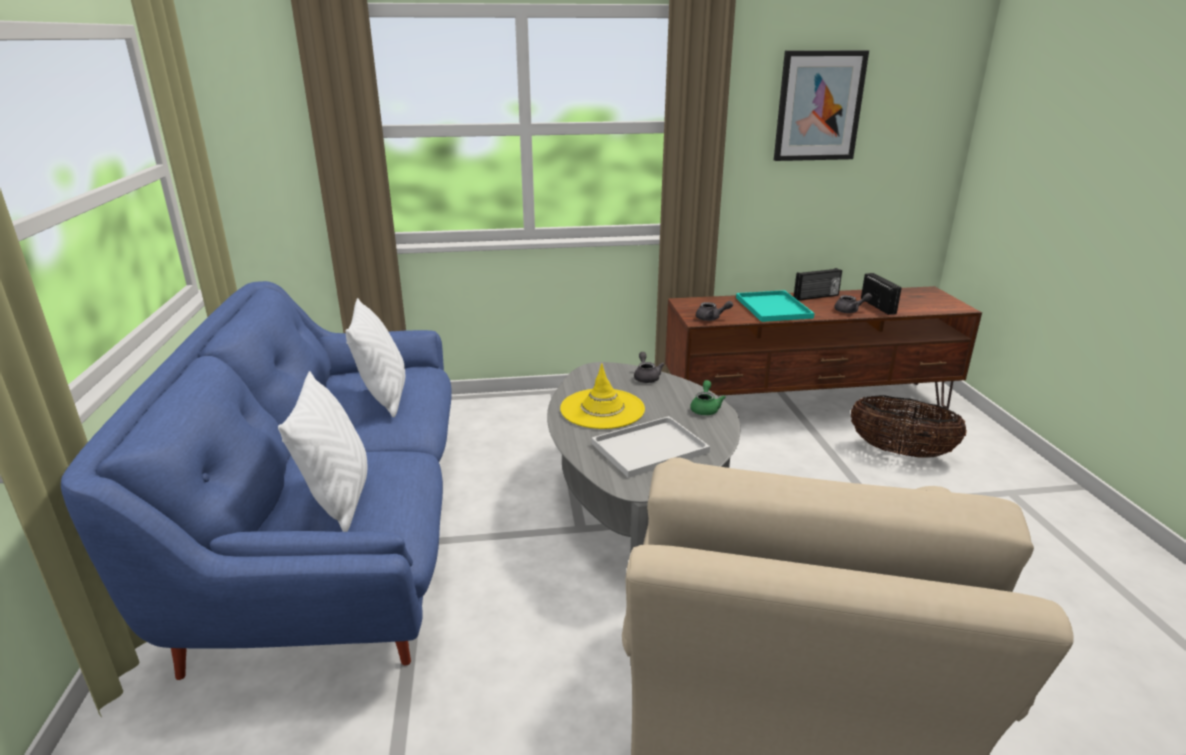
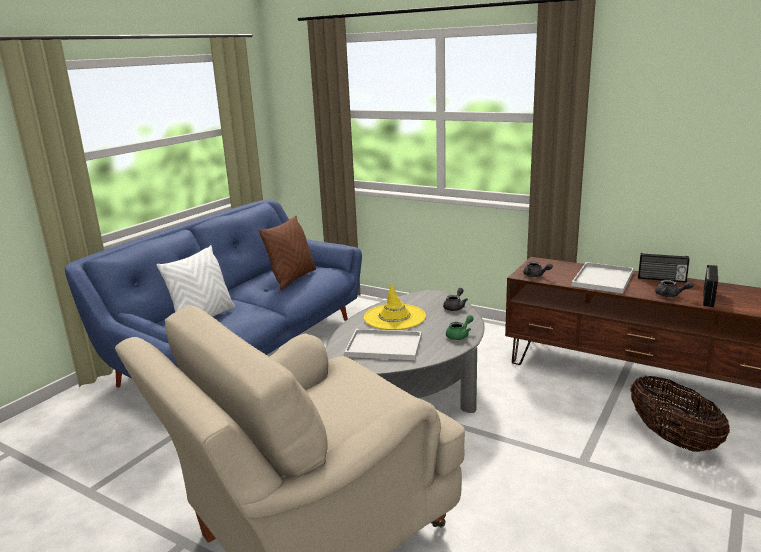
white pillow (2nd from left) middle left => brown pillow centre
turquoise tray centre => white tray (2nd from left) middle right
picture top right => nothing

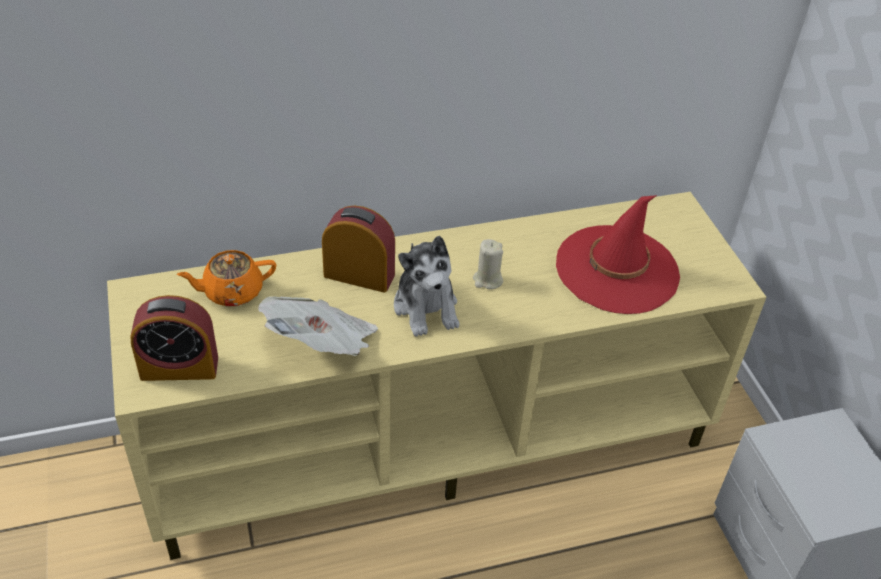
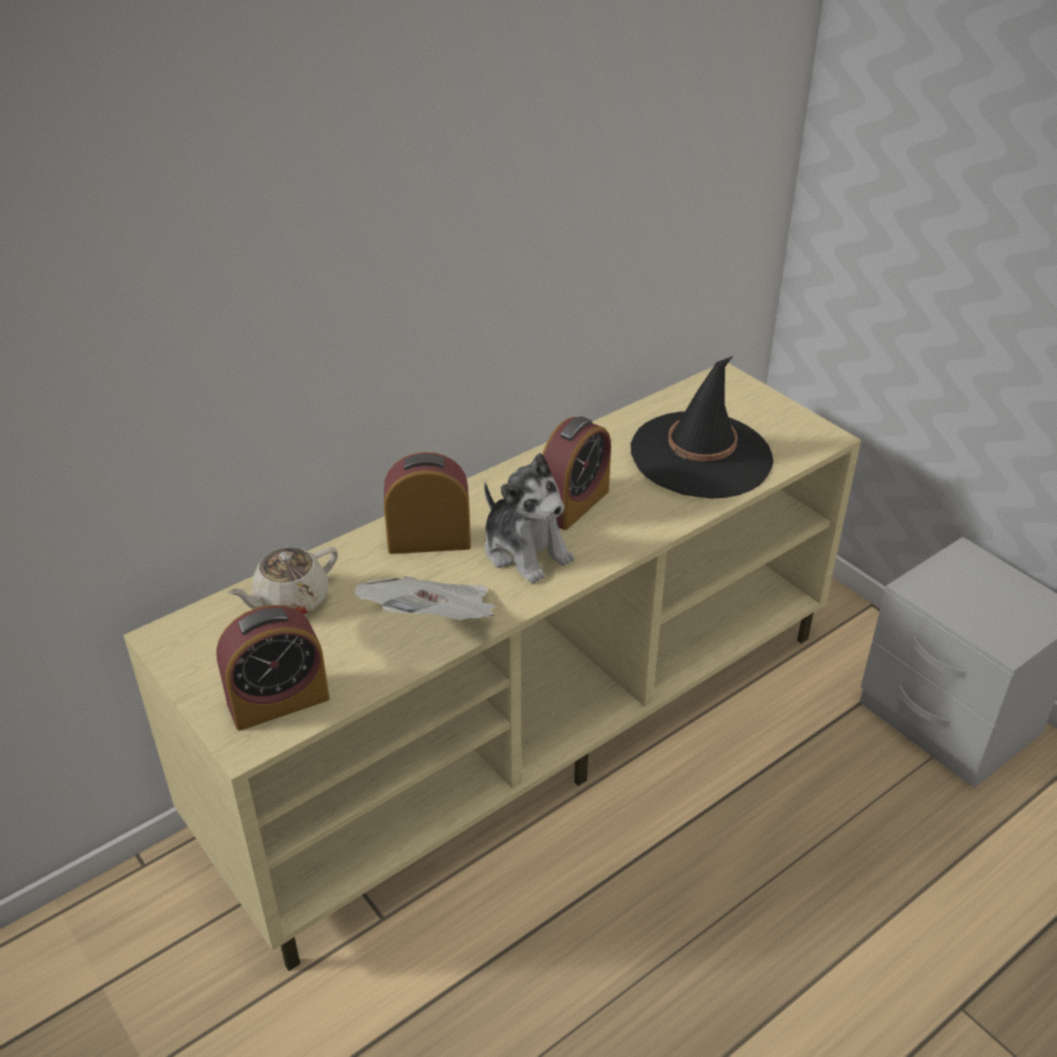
orange teapot middle left => beige teapot middle left
beige candle centre => alarm clock (3rd from left) centre
red hat middle right => black hat centre

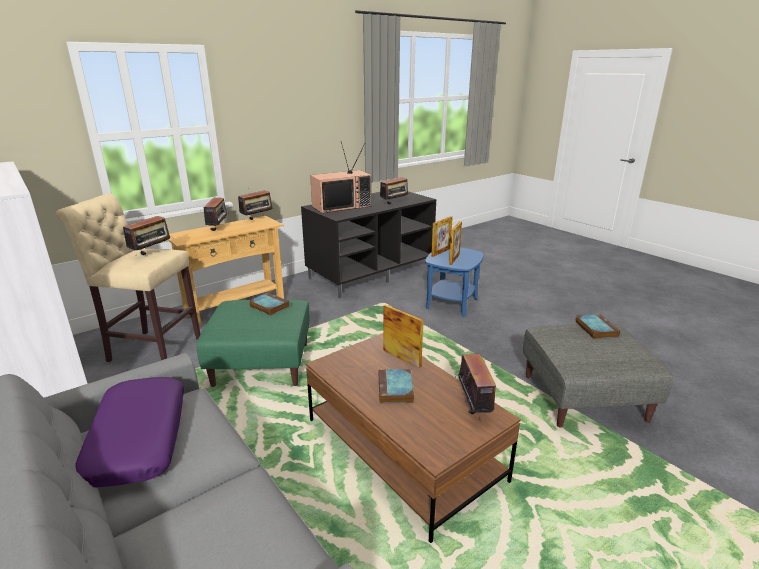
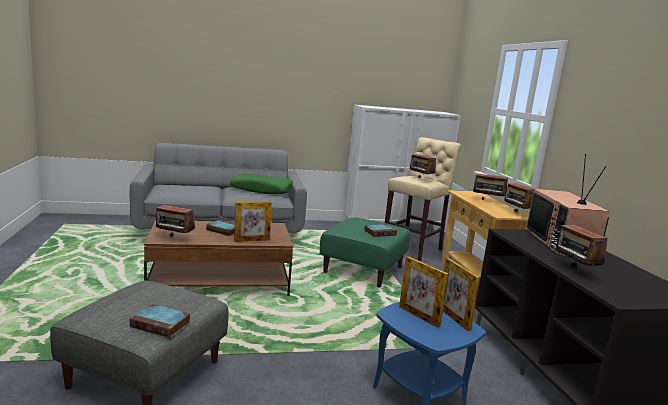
purple pillow bottom left => green pillow centre

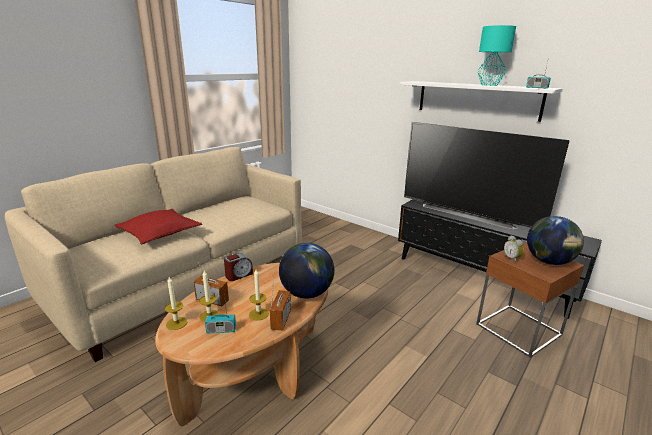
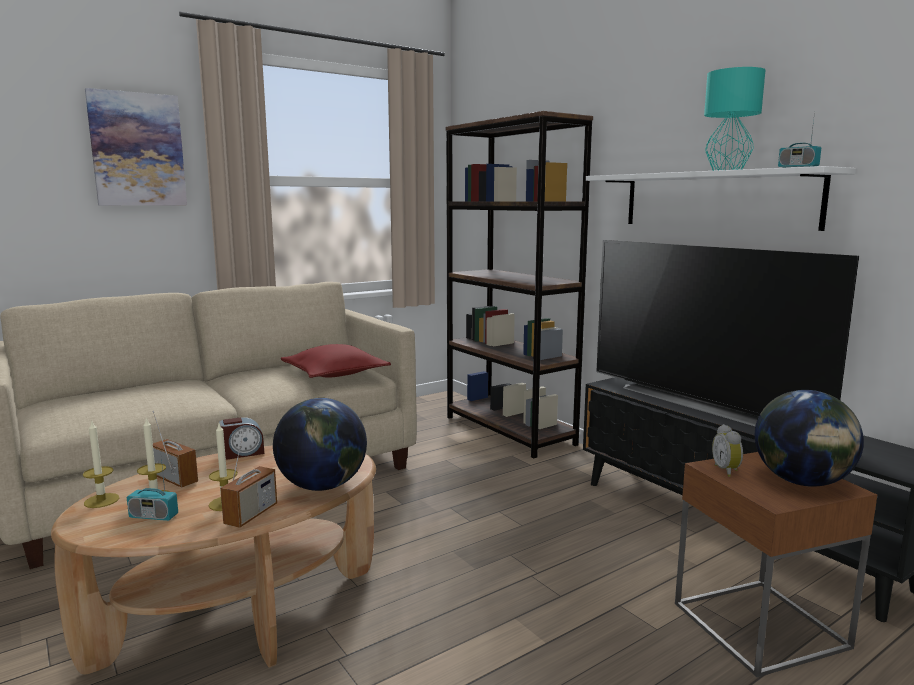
red pillow middle left => red pillow centre, move
nothing => picture top left
nothing => brown bookcase centre

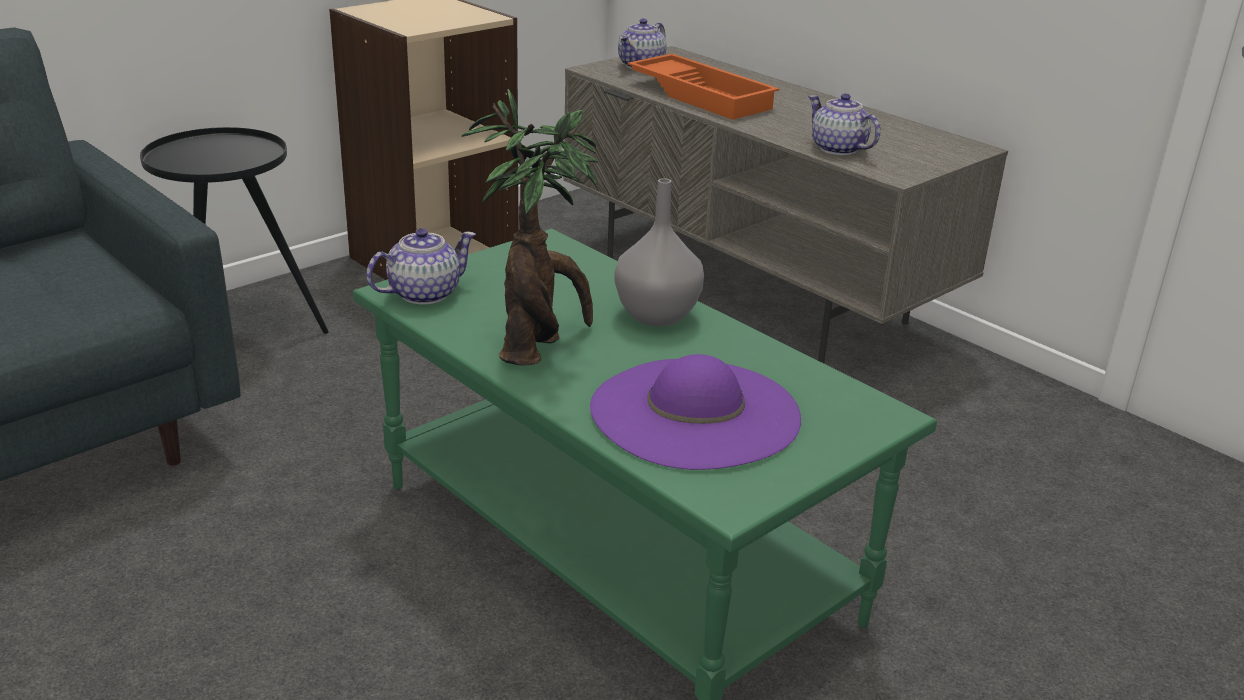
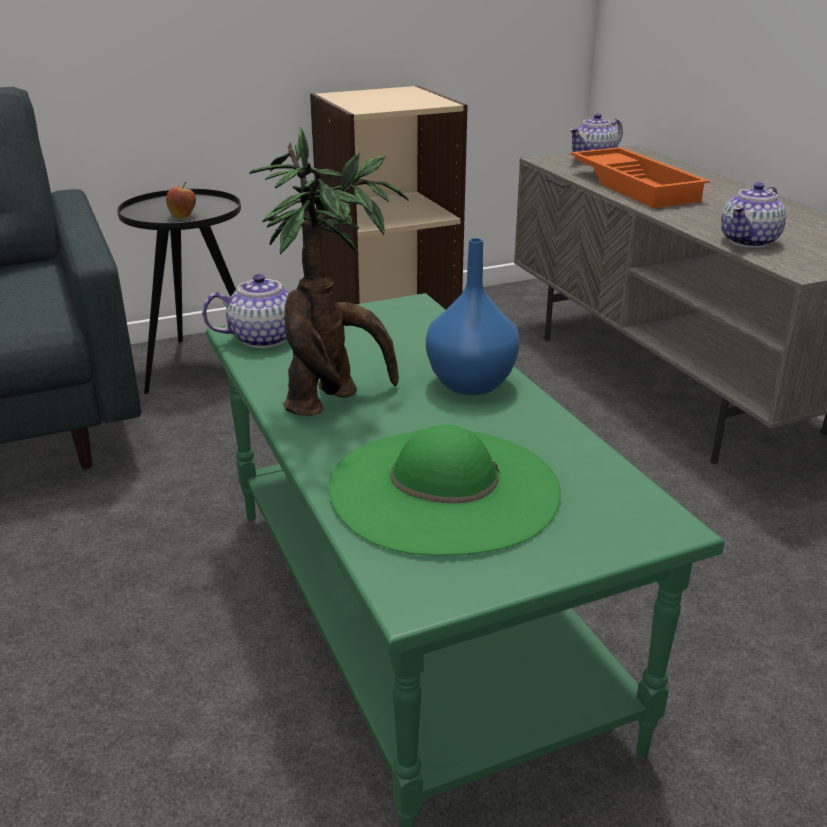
purple hat centre => green hat centre
grey vase centre => blue vase centre
teapot (3rd from left) top right, 120 degrees counterclockwise
nothing => apple top left

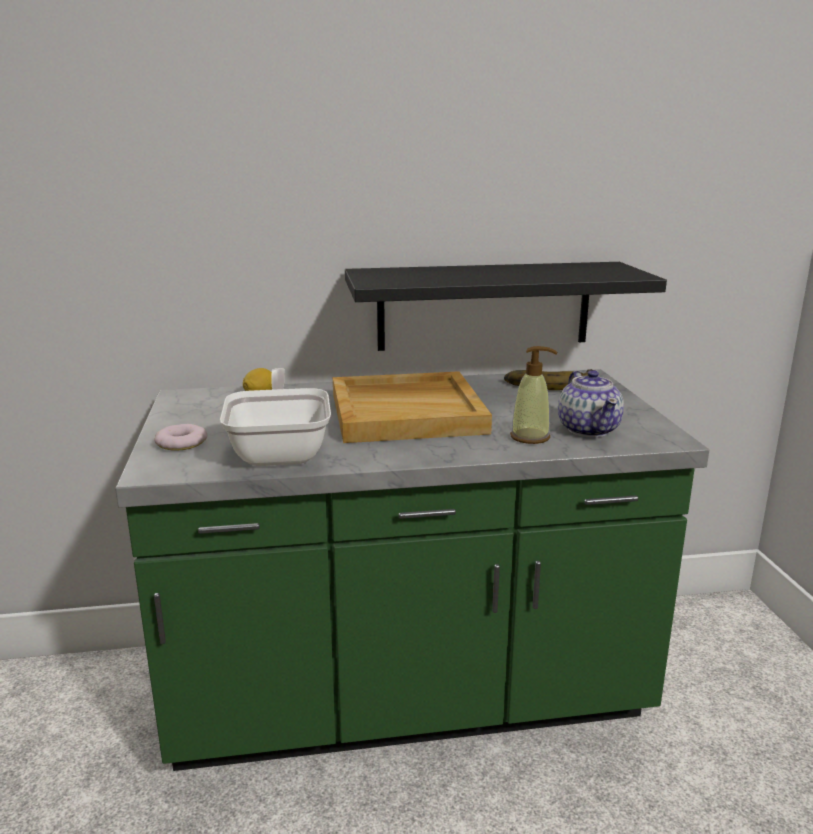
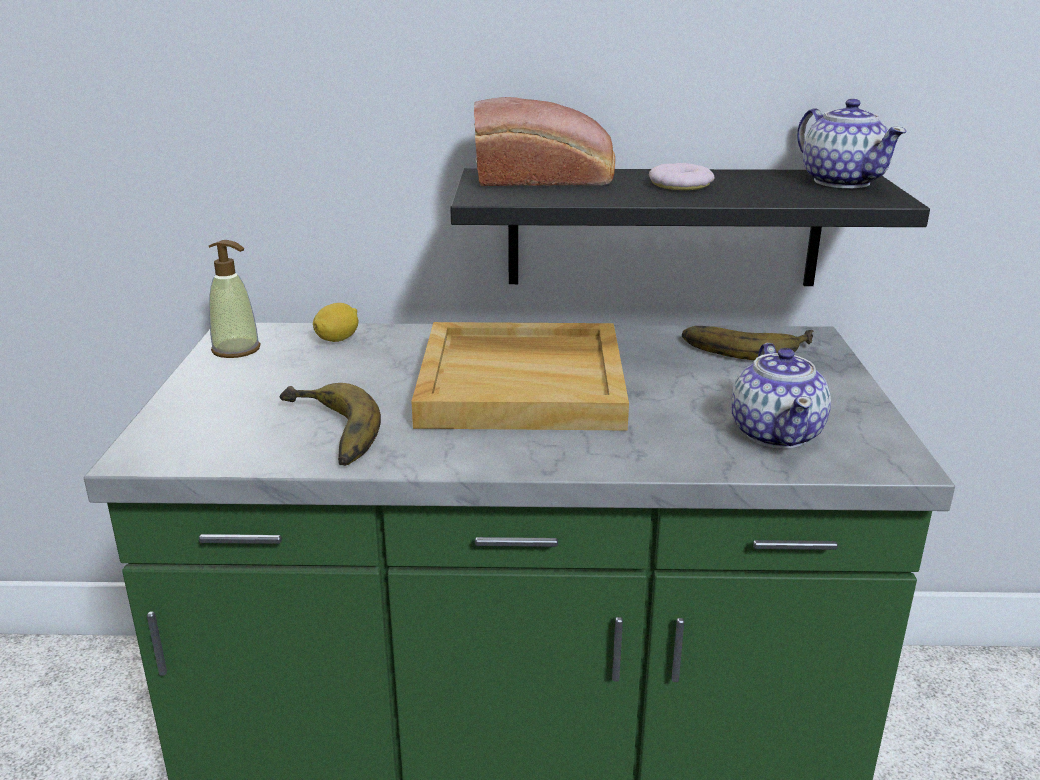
donut middle left => donut top centre, move
frying pan centre => banana (1st from left) middle left
soap dispenser centre => soap dispenser middle left, move
nothing => bread top centre
nothing => teapot (2nd from left) top right

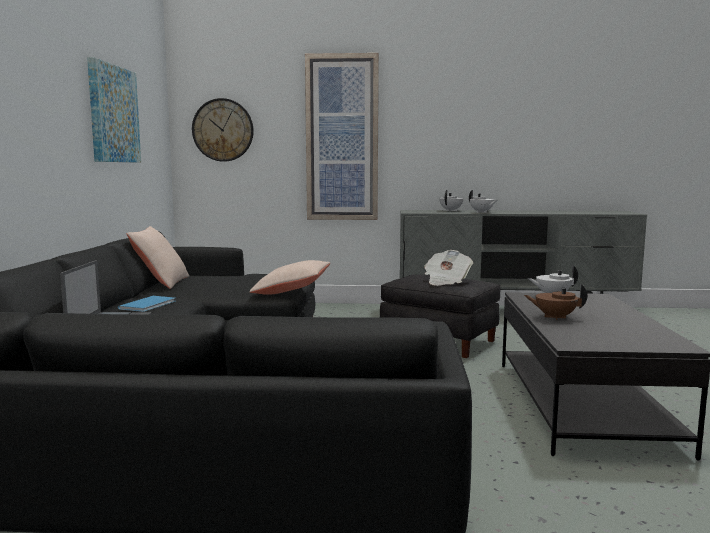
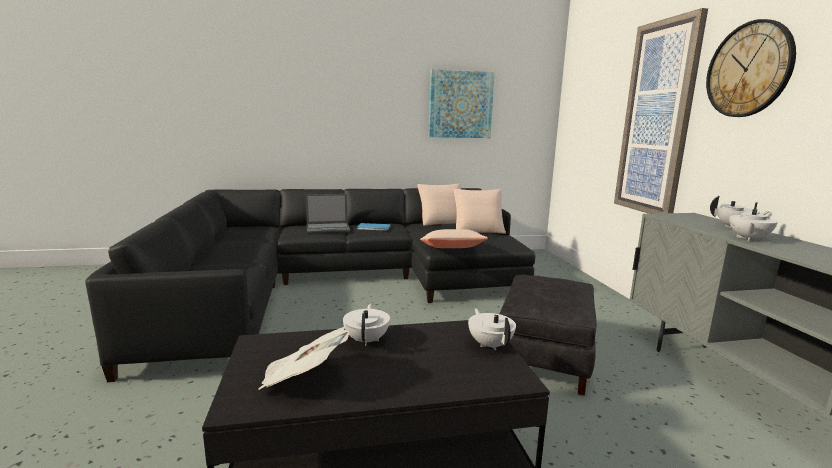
wall clock top left => wall clock top right, move
newspaper centre => newspaper bottom centre, move
brown teapot middle right => white teapot (1st from left) bottom centre
nothing => beige pillow (3rd from left) centre

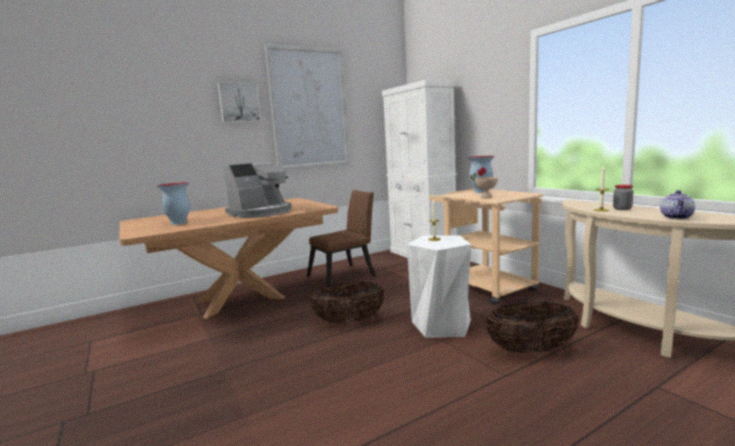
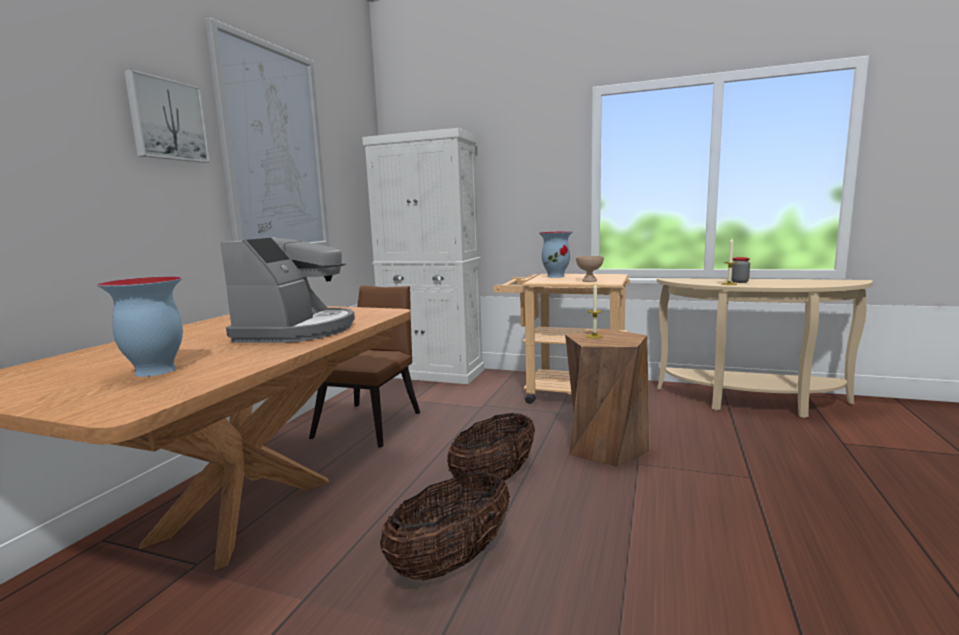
white stool centre => brown stool centre
basket (2nd from left in the first image) bottom right => basket (1st from left) bottom centre, move
teapot middle right => nothing

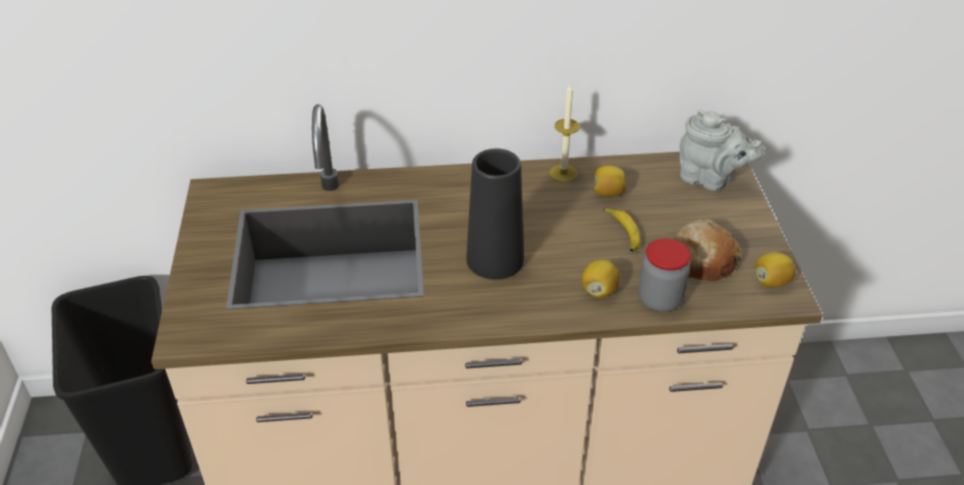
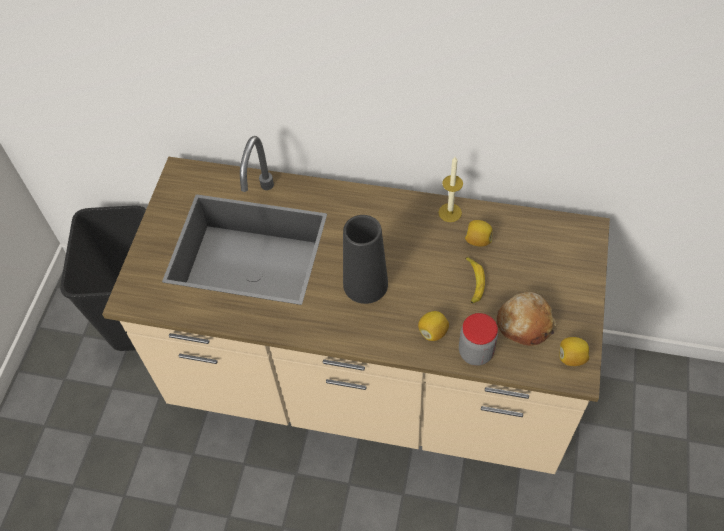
grey teapot top right => nothing

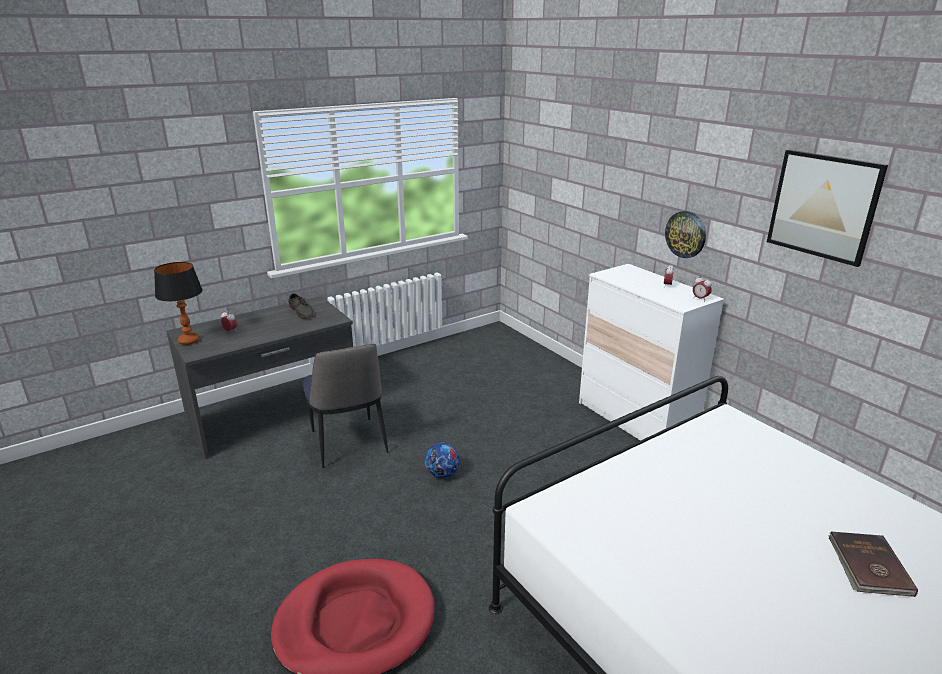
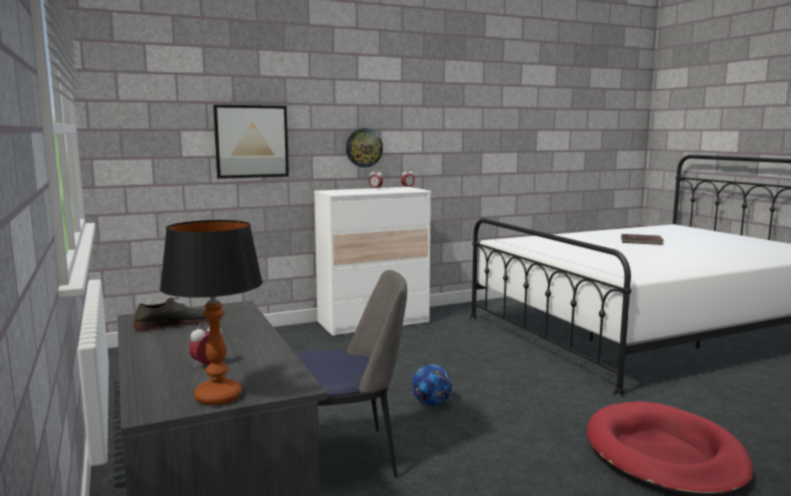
picture top right => picture top left, move

